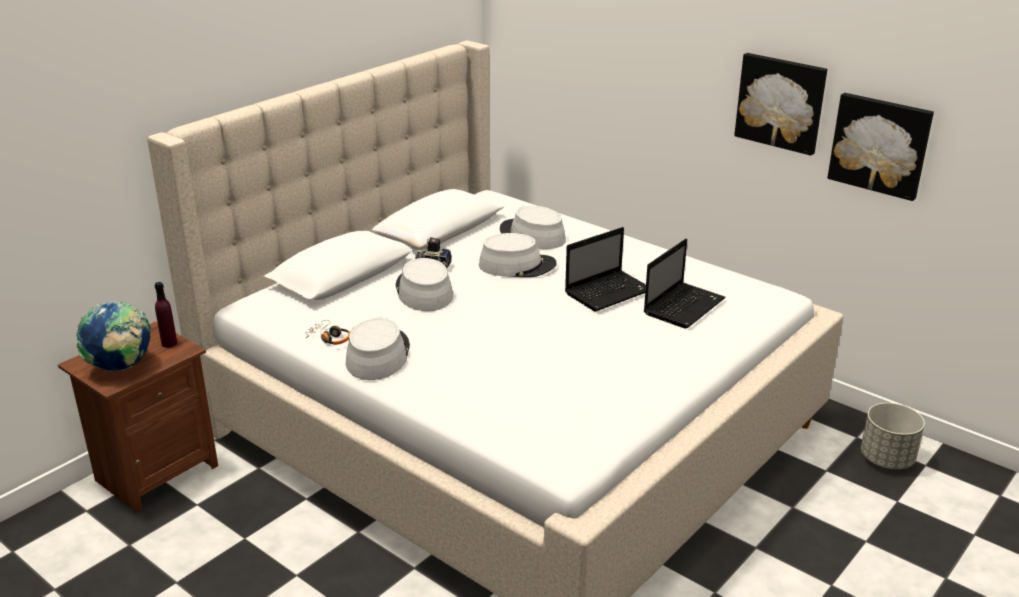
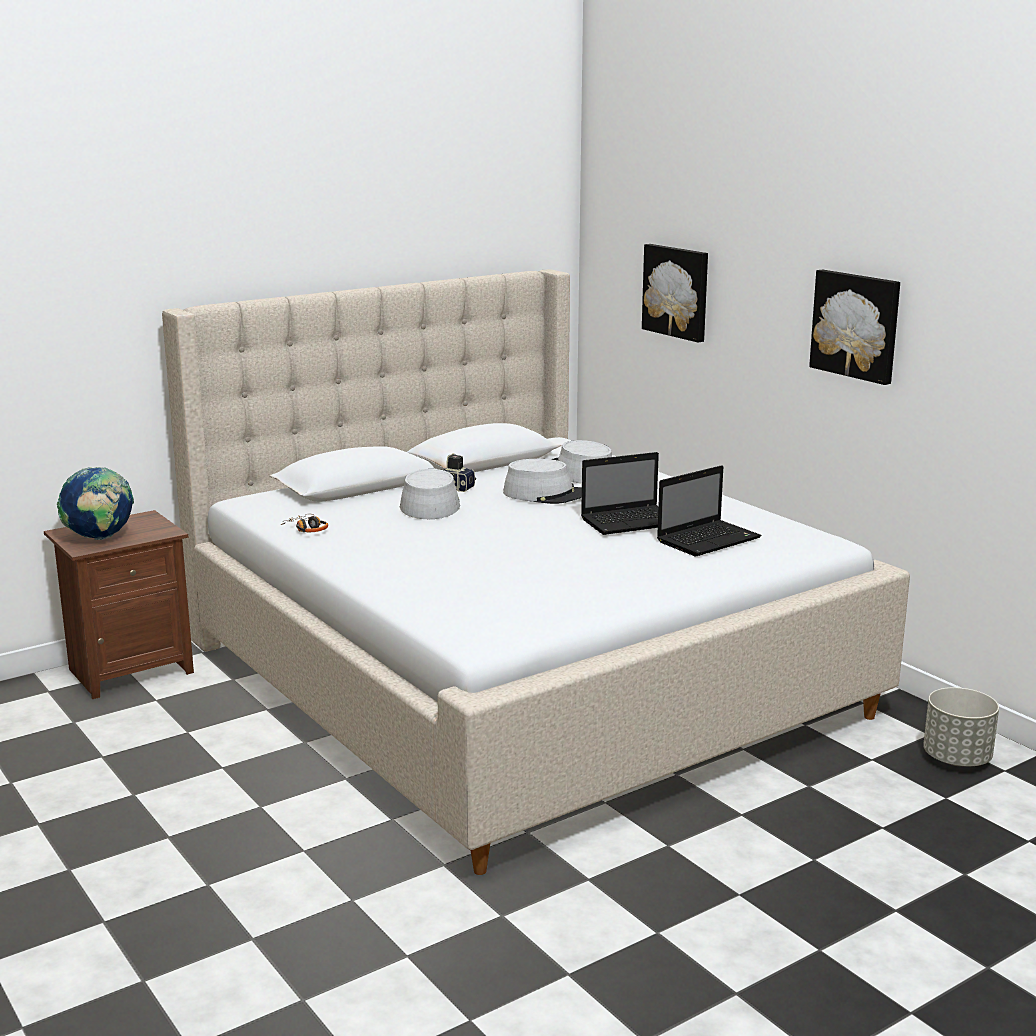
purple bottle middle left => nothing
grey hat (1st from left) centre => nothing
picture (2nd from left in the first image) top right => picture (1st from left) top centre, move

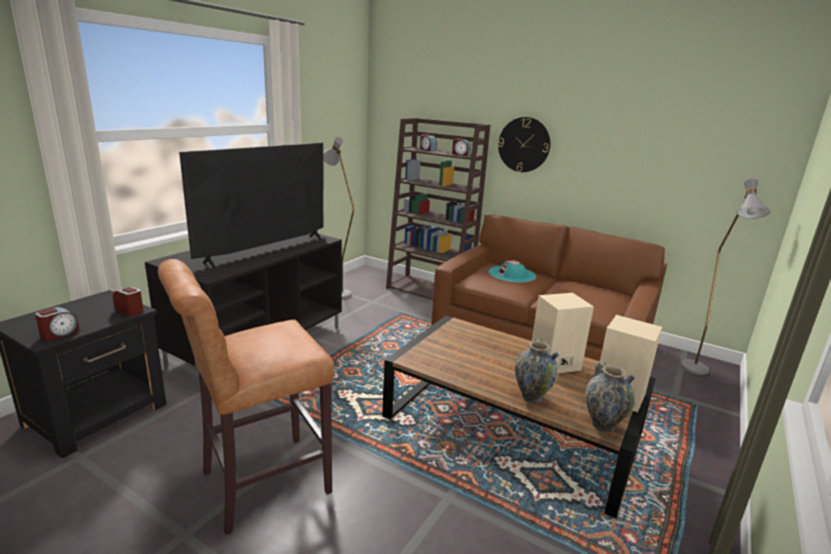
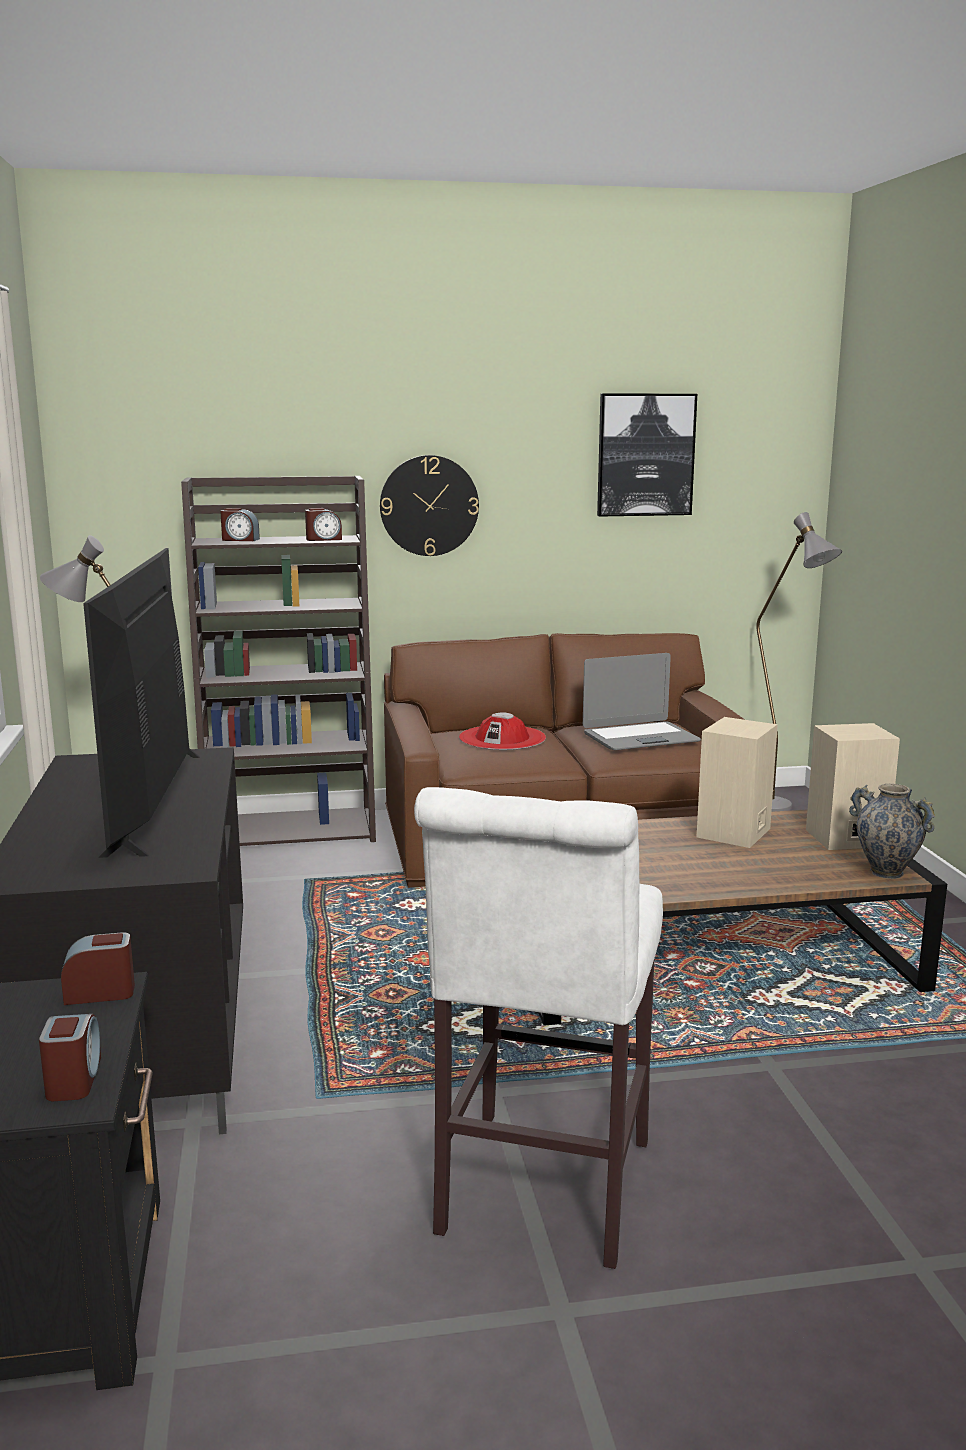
brown stool bottom left => white stool bottom centre
turquoise hat centre => red hat centre
vase (1st from left) bottom centre => nothing
nothing => laptop centre
nothing => picture top right

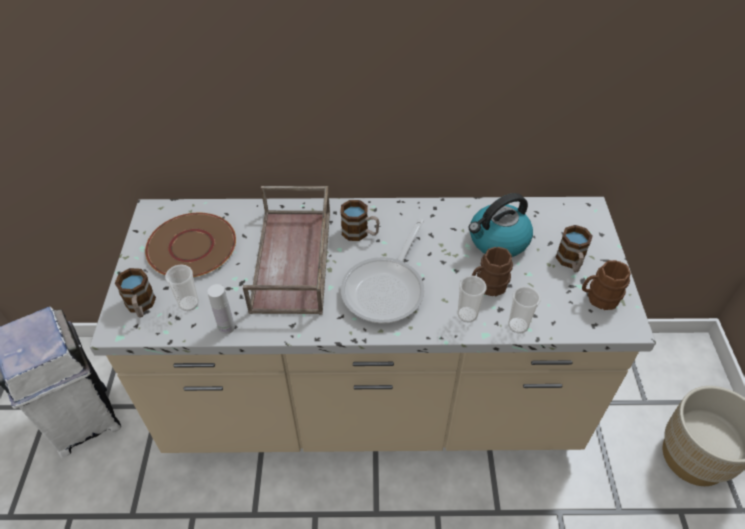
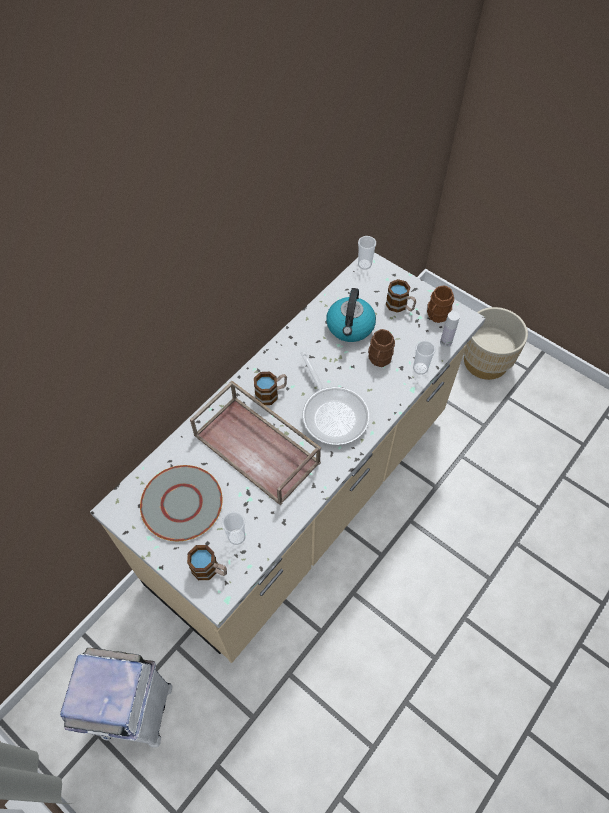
brown plate middle left => grey plate middle left
white bottle middle left => white bottle middle right, move
cup (2nd from left) centre => cup (2nd from left) top centre, move

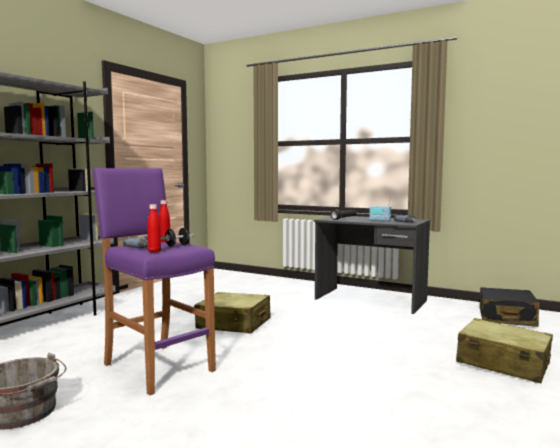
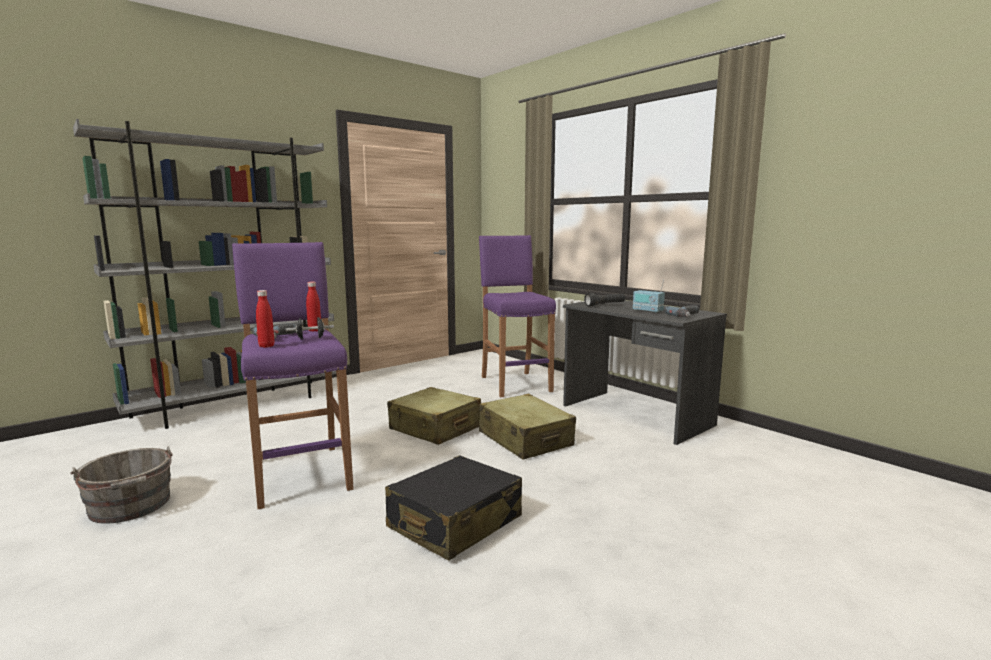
beige suitcase (2nd from left) bottom right => beige suitcase (2nd from left) centre, move
black suitcase bottom right => black suitcase bottom centre, move
nothing => purple stool (2nd from left) centre

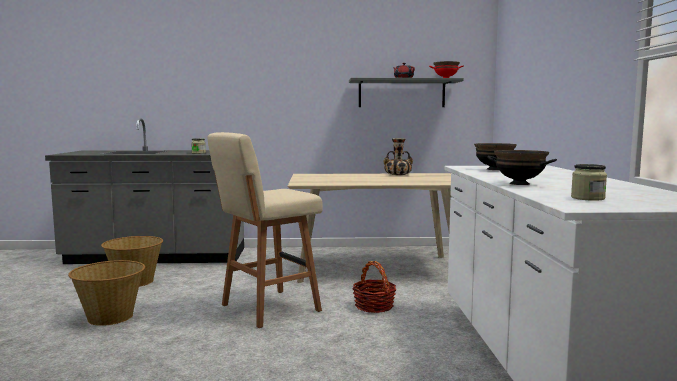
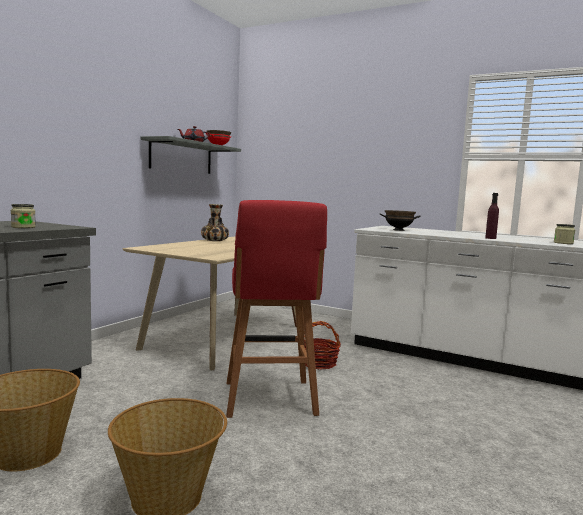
beige stool centre => red stool centre
black bowl (2nd from left) middle right => purple bottle middle right

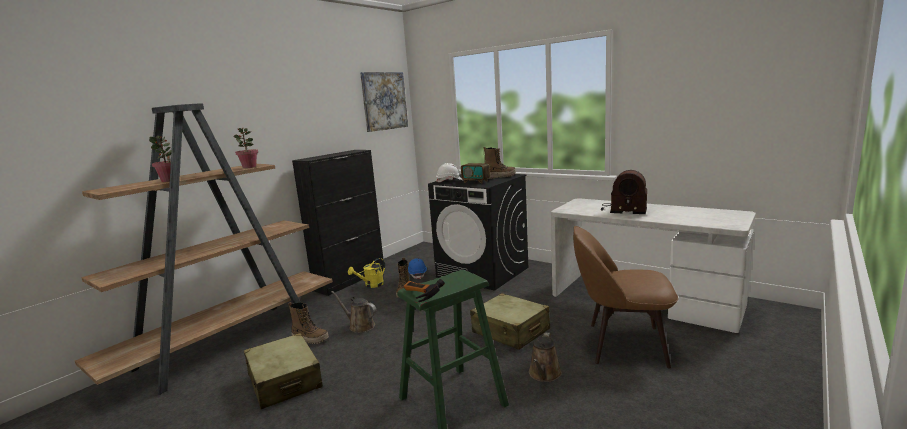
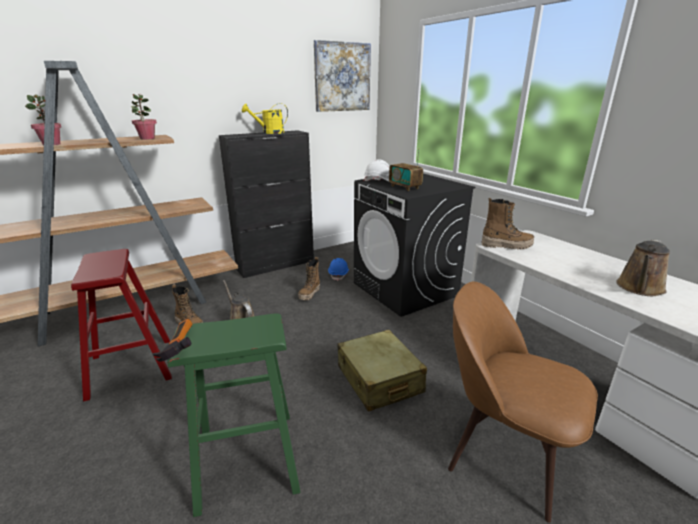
beige suitcase (1st from left) bottom left => red stool middle left
yellow watering can centre => yellow watering can top centre, move
boot (3rd from left) centre => boot (3rd from left) middle right, move
brown watering can (2nd from left) bottom centre => brown watering can (2nd from left) middle right, move
radio (2nd from left) middle right => nothing

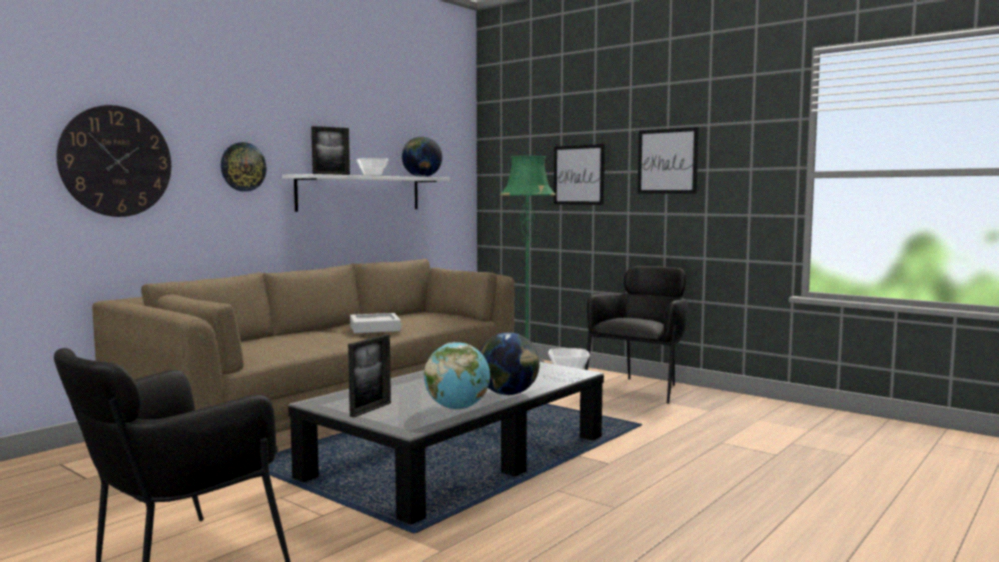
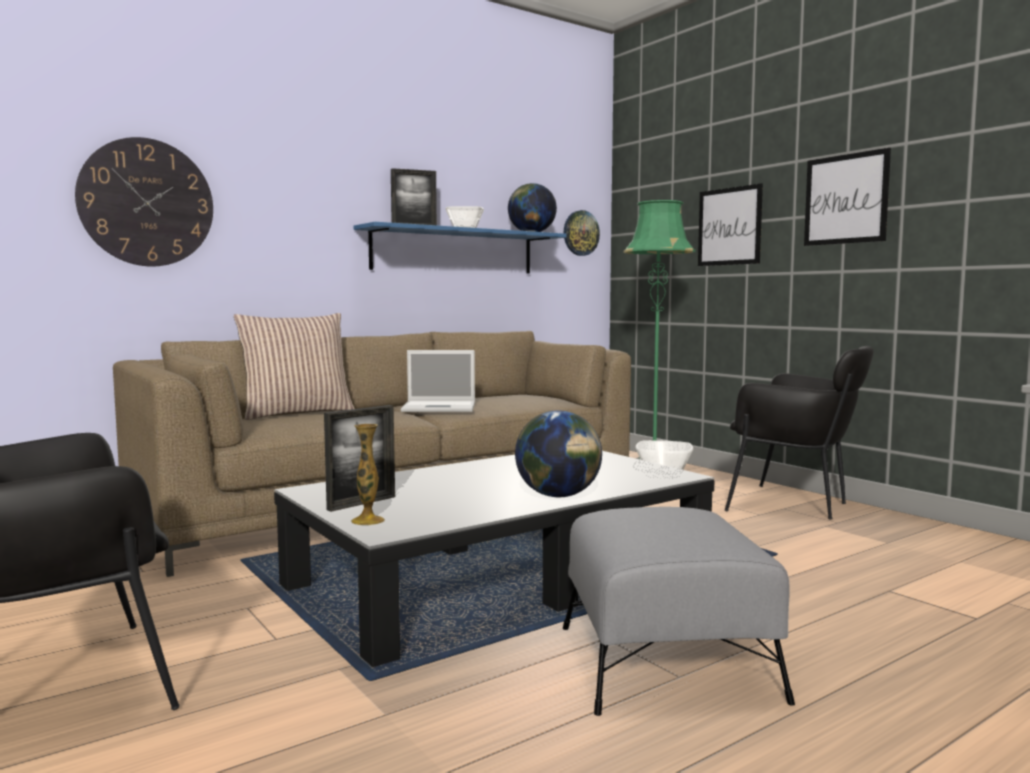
wall clock (2nd from left) top left => wall clock (2nd from left) top centre, move
white shelf centre => blue shelf top centre
grey tray centre => laptop centre
globe (2nd from left) bottom centre => nothing
black armchair (2nd from left) centre => black armchair (2nd from left) middle right, 75 degrees clockwise
nothing => pillow middle left
nothing => vase centre
nothing => grey ottoman bottom centre

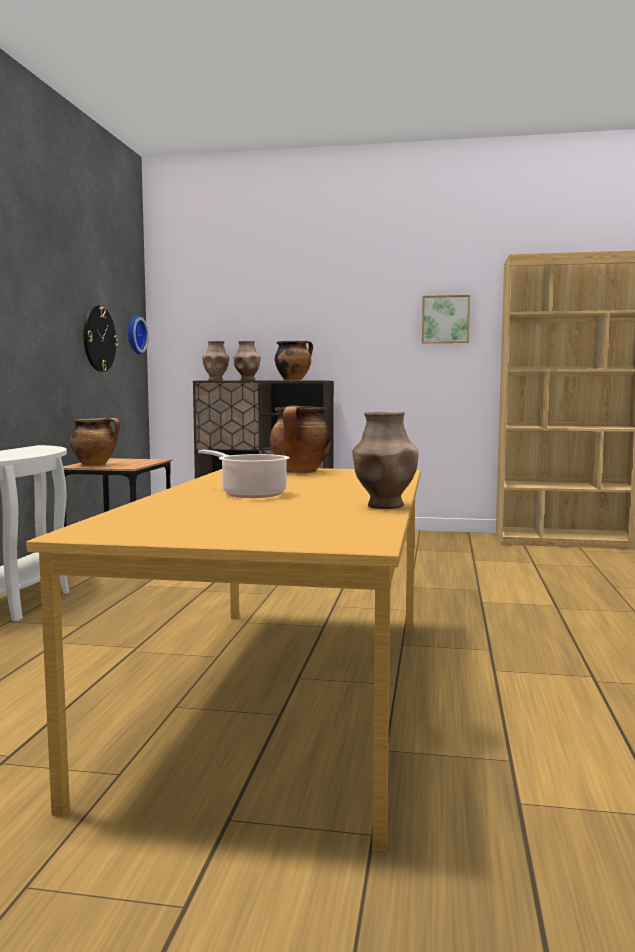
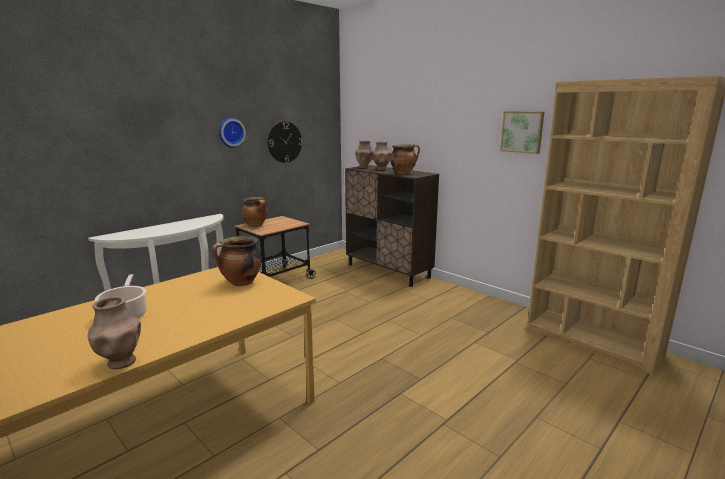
wall clock (2nd from left in the first image) middle left => wall clock (1st from left) top left, move

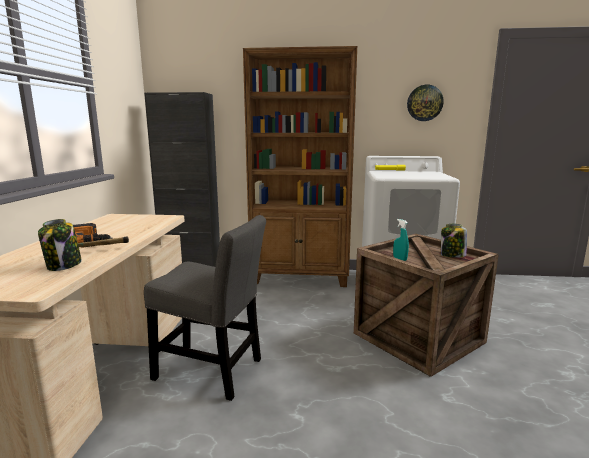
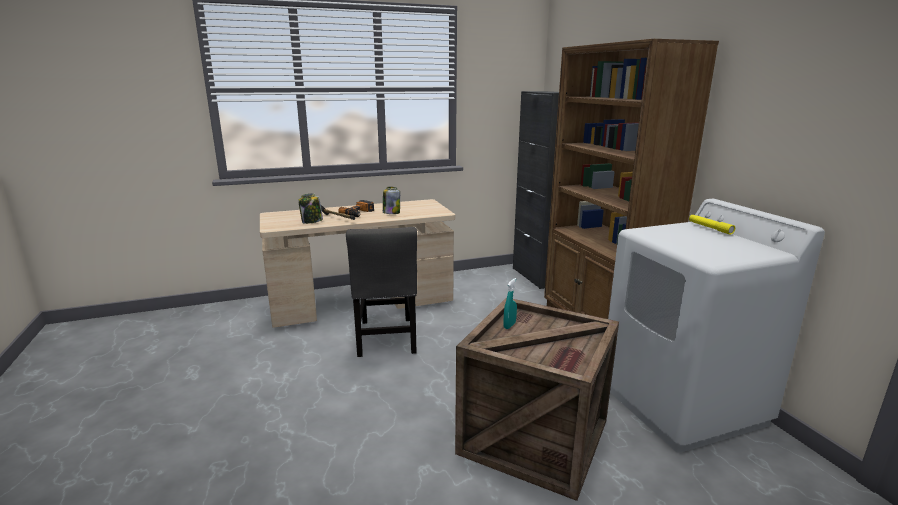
wall clock top right => nothing
jar (2nd from left) middle right => jar (2nd from left) centre, move

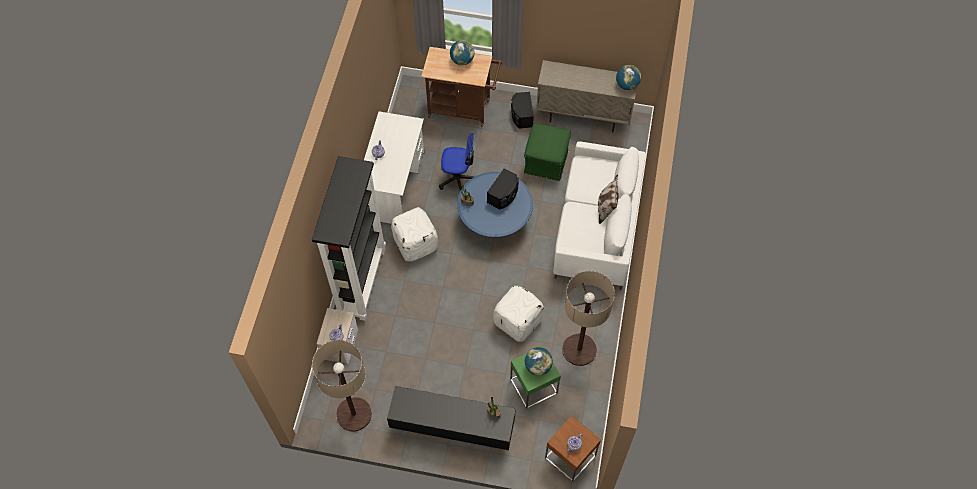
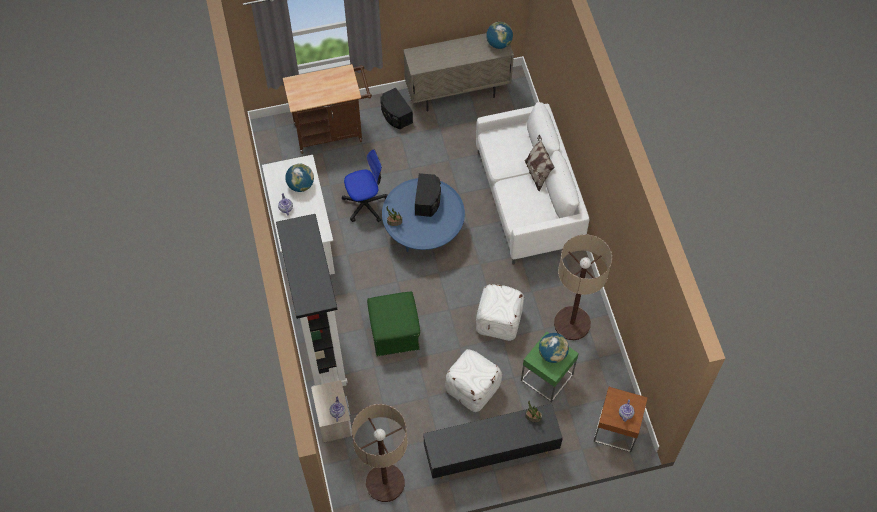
white ottoman (1st from left) centre => white ottoman (1st from left) bottom centre, move
globe (1st from left) top centre => globe (1st from left) centre, move
green ottoman top centre => green ottoman centre, move

